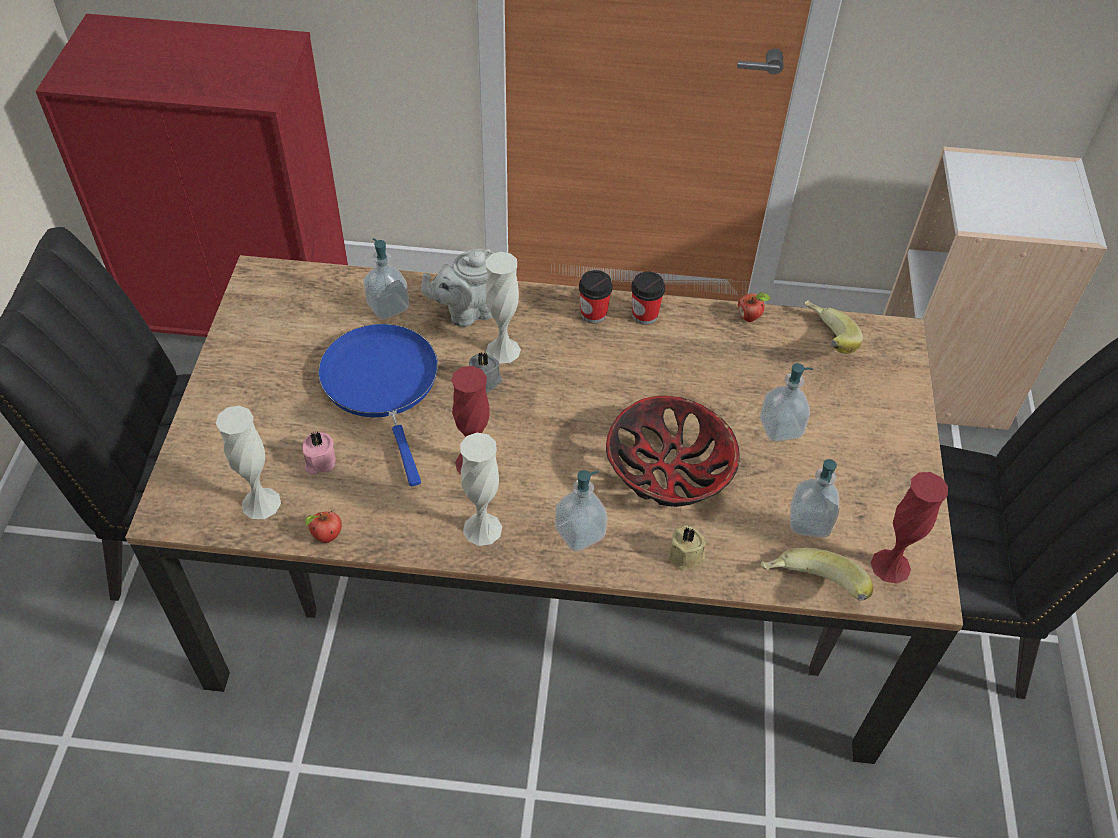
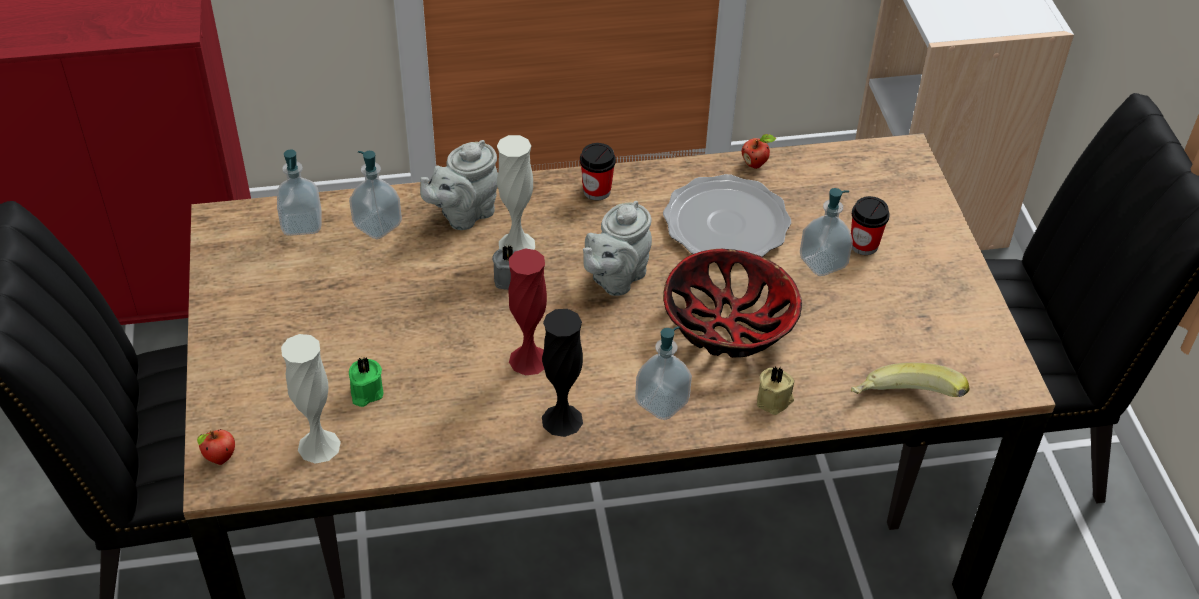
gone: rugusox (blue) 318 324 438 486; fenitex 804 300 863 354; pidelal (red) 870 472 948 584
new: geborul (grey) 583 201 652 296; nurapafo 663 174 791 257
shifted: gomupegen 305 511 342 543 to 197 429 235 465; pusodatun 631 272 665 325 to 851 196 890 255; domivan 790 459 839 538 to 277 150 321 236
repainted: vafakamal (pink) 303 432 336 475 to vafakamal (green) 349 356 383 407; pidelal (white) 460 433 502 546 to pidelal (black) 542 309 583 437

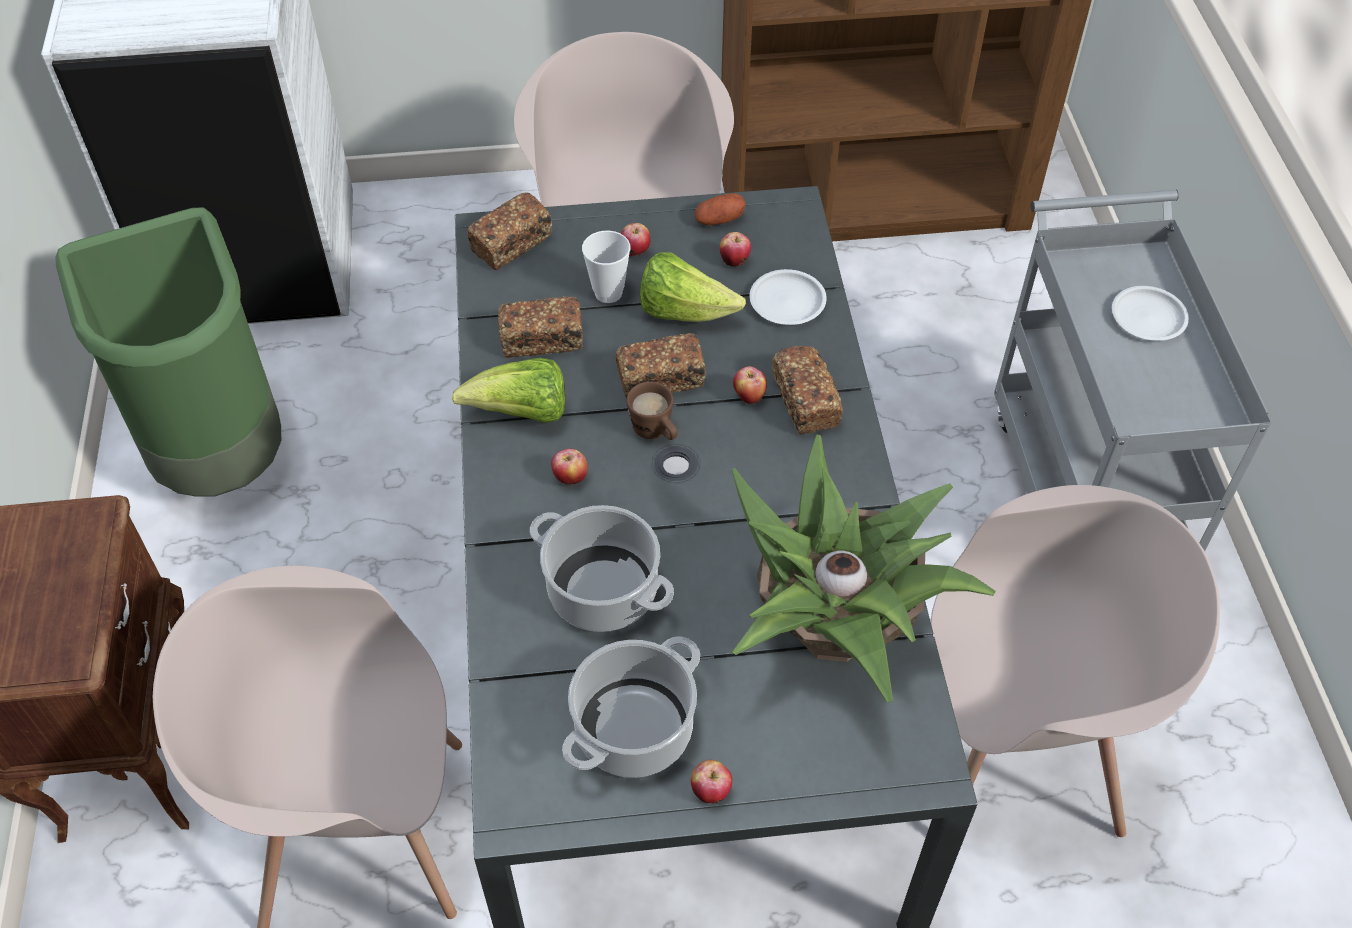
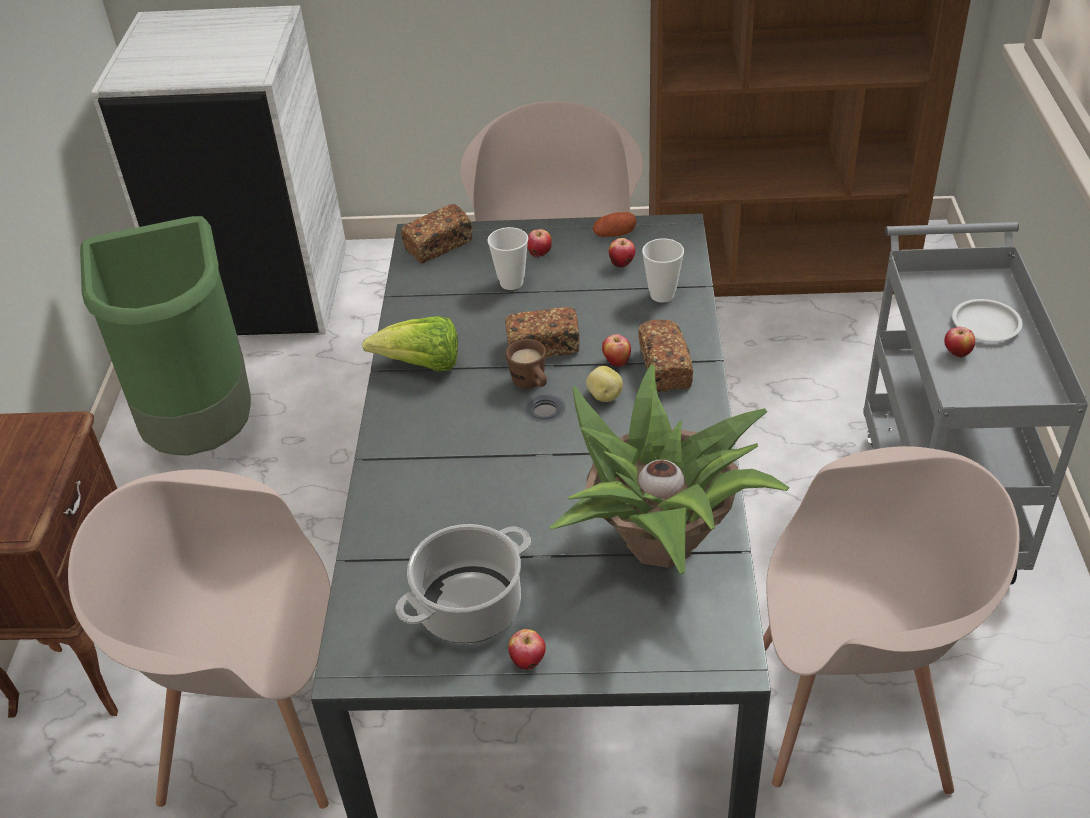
gone: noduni 498 297 583 358; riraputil 530 505 674 632; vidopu 640 252 746 322
new: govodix 586 366 623 402
shifted: gomupegen 551 448 588 484 to 944 327 975 358
swapped: nurapafo (white) 750 269 827 325 to pusodatun 642 238 684 303

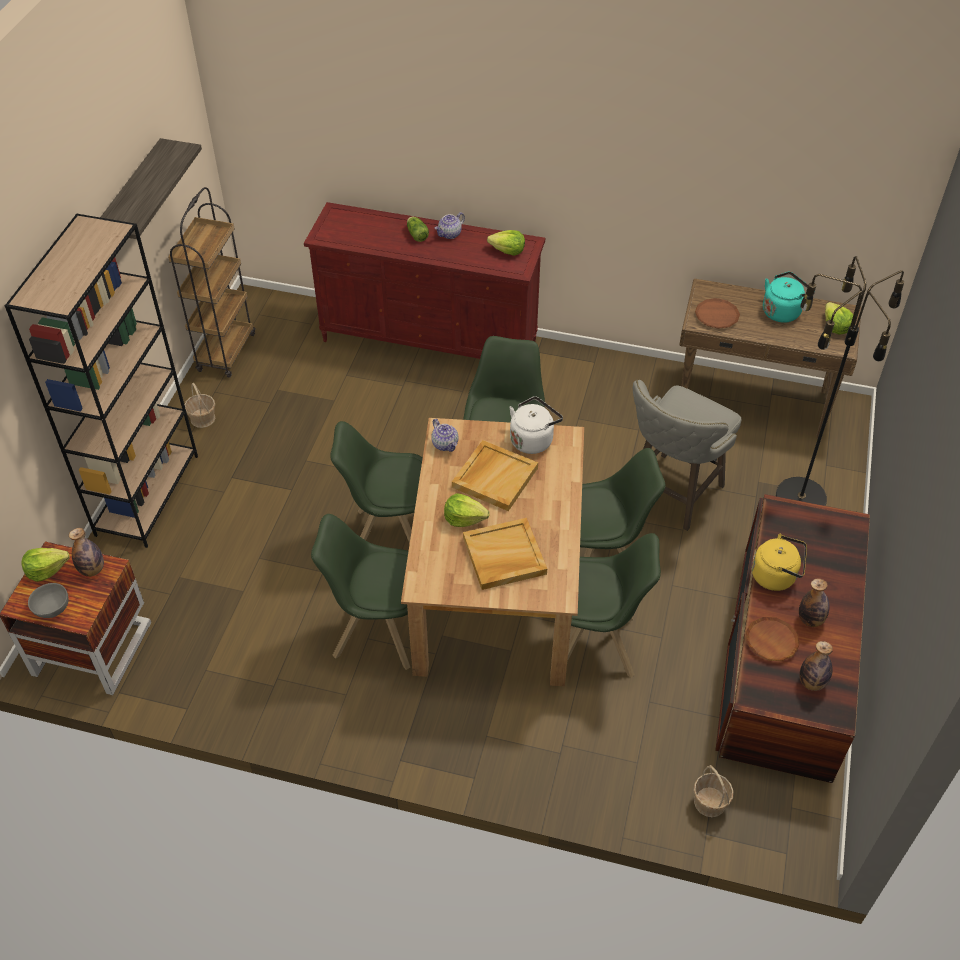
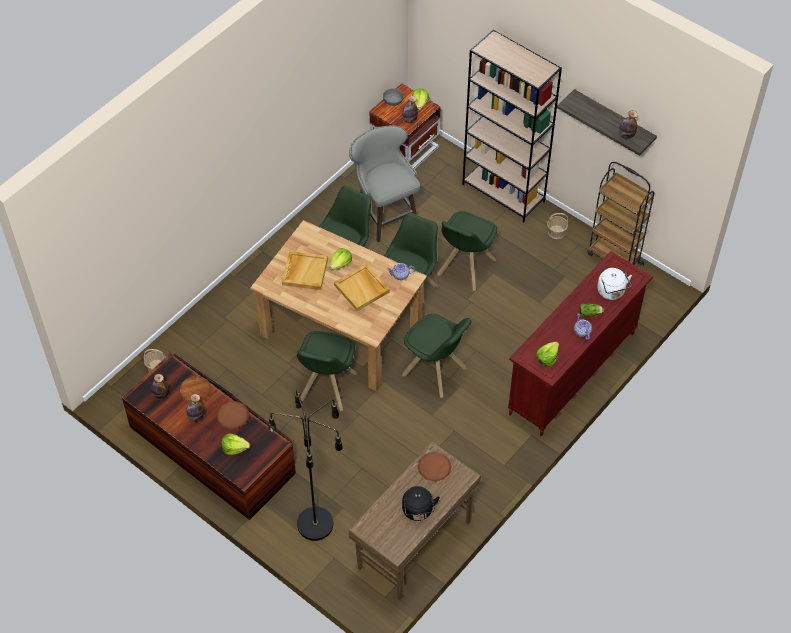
new: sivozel 619 110 638 139
shifted: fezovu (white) 509 396 563 454 to 597 268 632 300; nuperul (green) 567 533 661 678 to 437 211 497 291; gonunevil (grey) 633 380 741 531 to 349 125 420 242; vidopu 825 302 853 335 to 221 433 250 455
swapped: fezovu (yellow) 752 534 807 591 to nurapafo (brown) 217 401 249 429
repainted: fezovu (turquoise) 763 272 815 323 to fezovu (black) 402 486 440 521

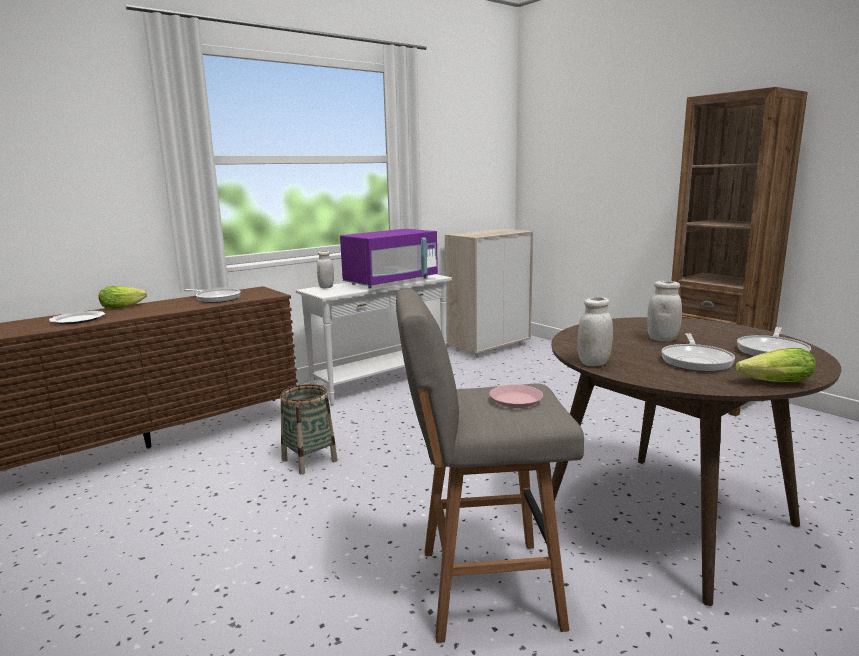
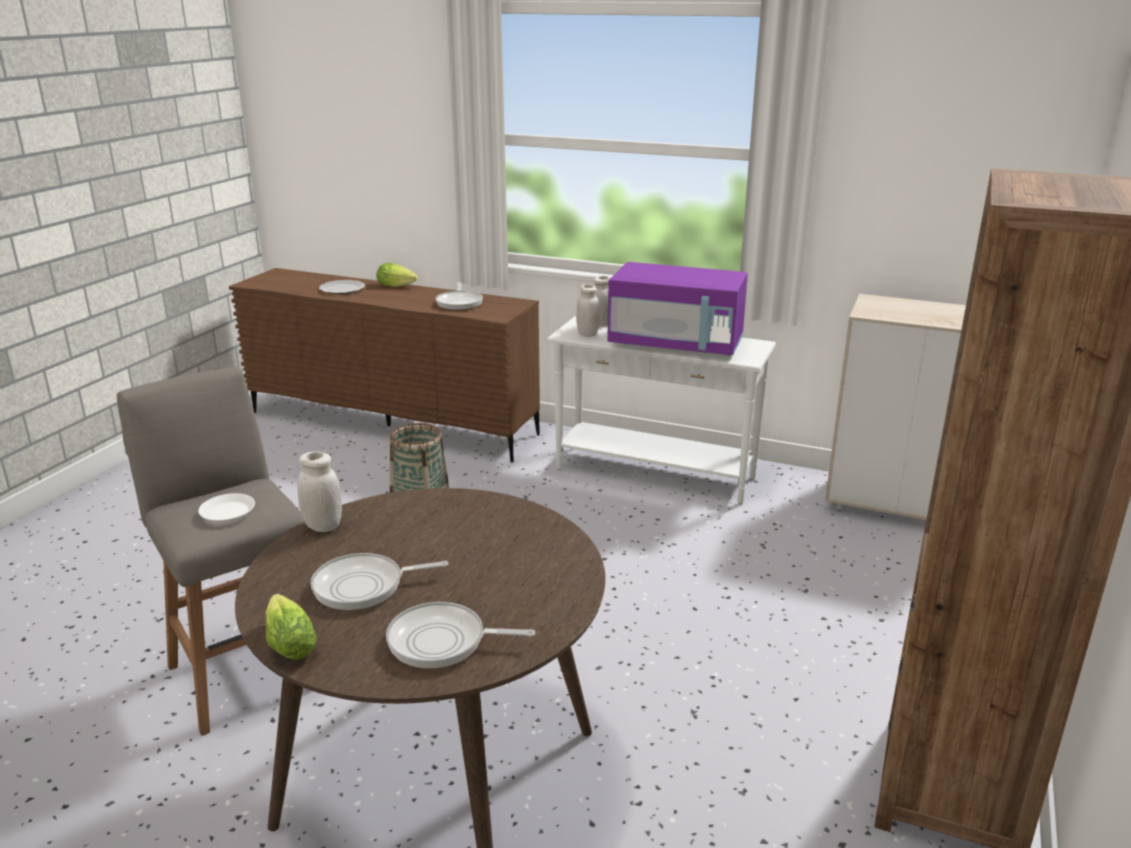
shifted: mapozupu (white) 647 281 682 341 to 576 284 600 337
repainted: nurapafo (pink) 489 384 543 408 to nurapafo (white) 198 493 255 523

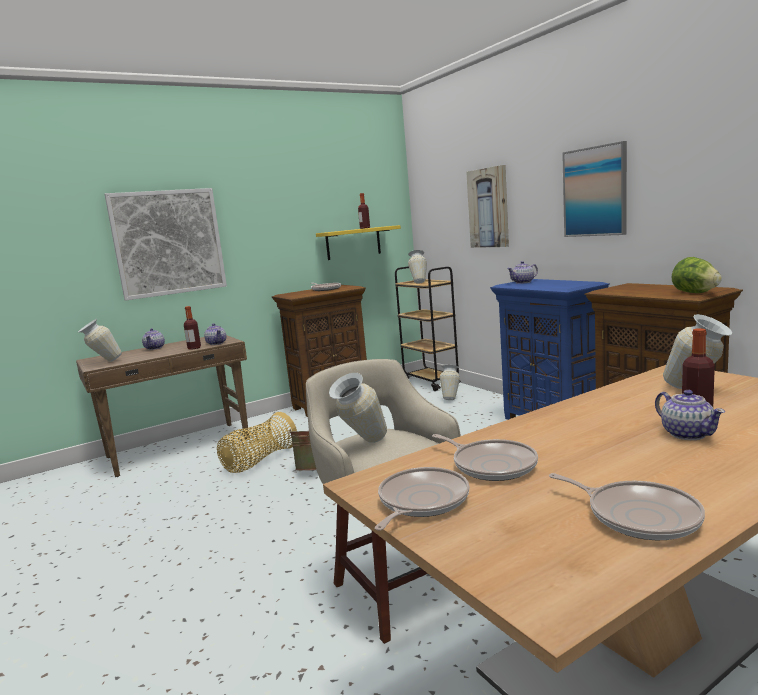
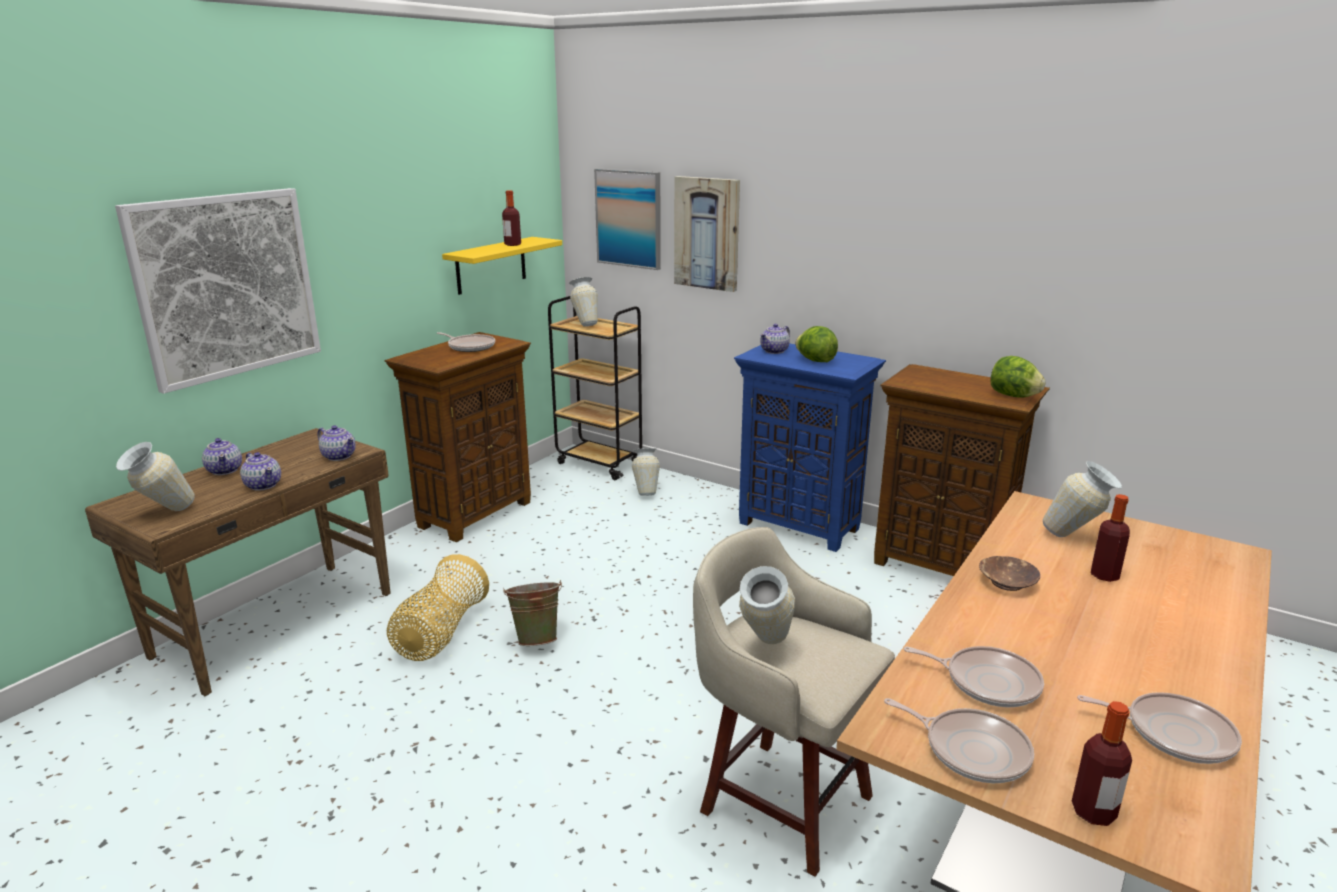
new: vidopu 795 326 838 362; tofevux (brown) 979 556 1040 591
shifted: sivozel 184 306 201 350 to 1072 701 1132 826; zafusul 562 141 627 237 to 594 169 661 270; geborul 655 390 725 440 to 240 452 281 491
rotated: rugusox 375 467 469 531 = 884 698 1034 783 120 degrees clockwise

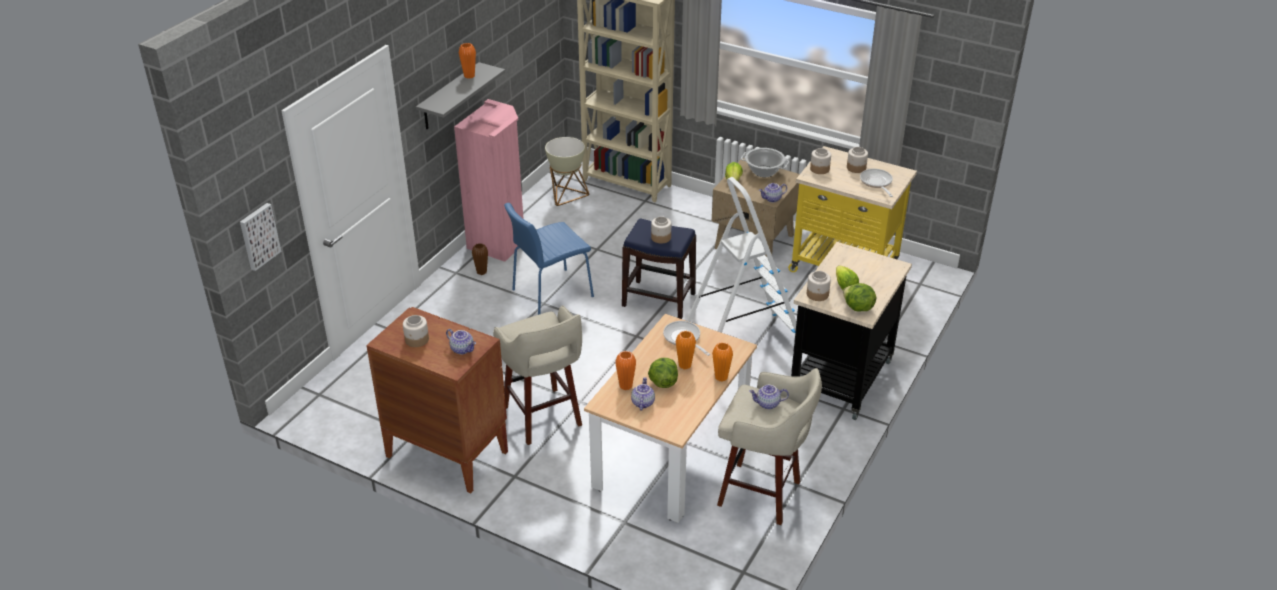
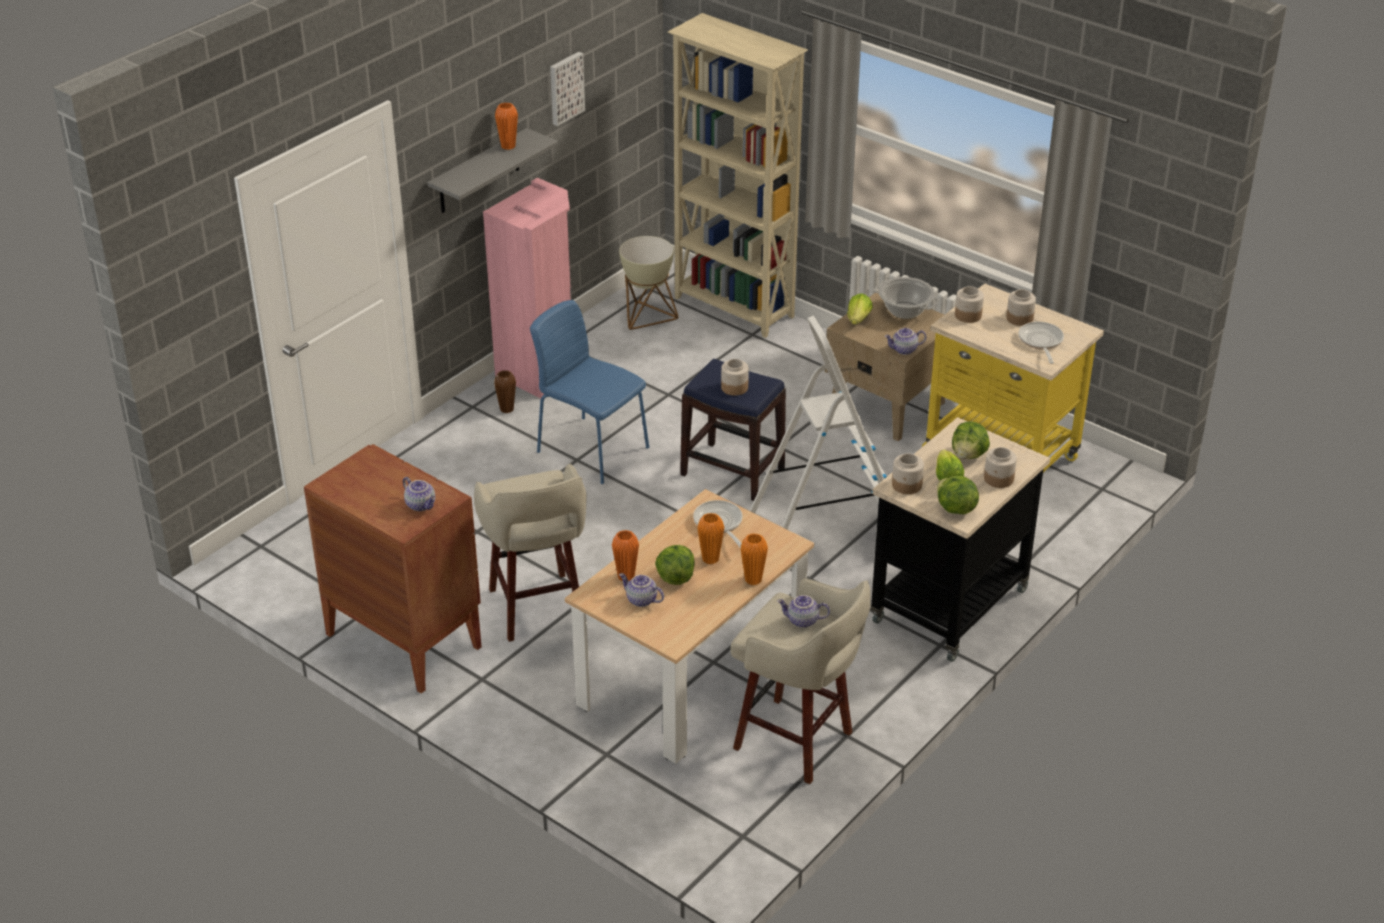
new: vidopu 952 421 990 459
shifted: zafusul 240 203 281 271 to 550 52 585 126; mapozupu 403 315 429 347 to 984 447 1017 488
rotated: nuperul (blue) 504 203 594 315 = 530 300 650 484 60 degrees clockwise; geborul 631 377 655 410 = 619 573 664 607 75 degrees counterclockwise

